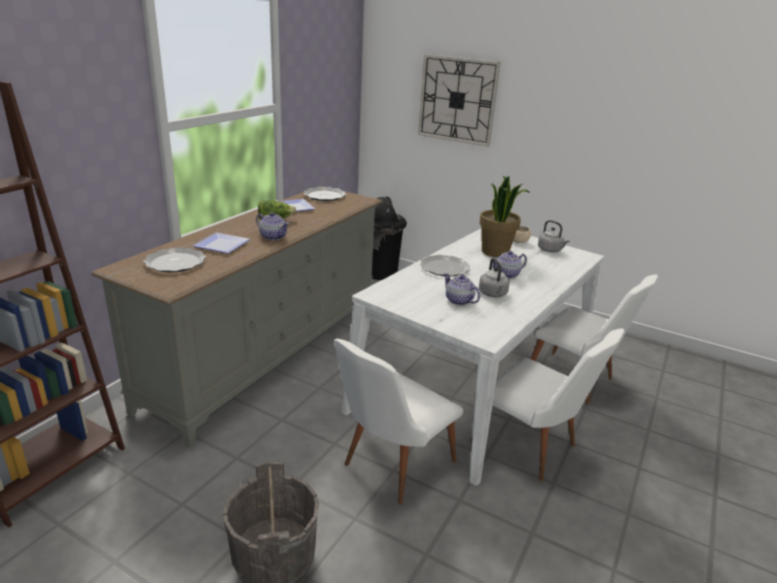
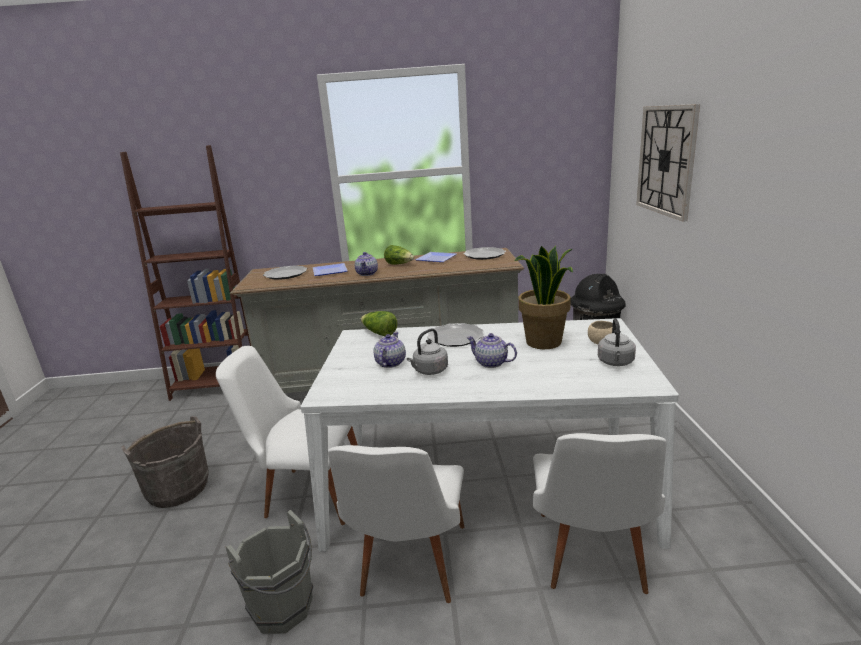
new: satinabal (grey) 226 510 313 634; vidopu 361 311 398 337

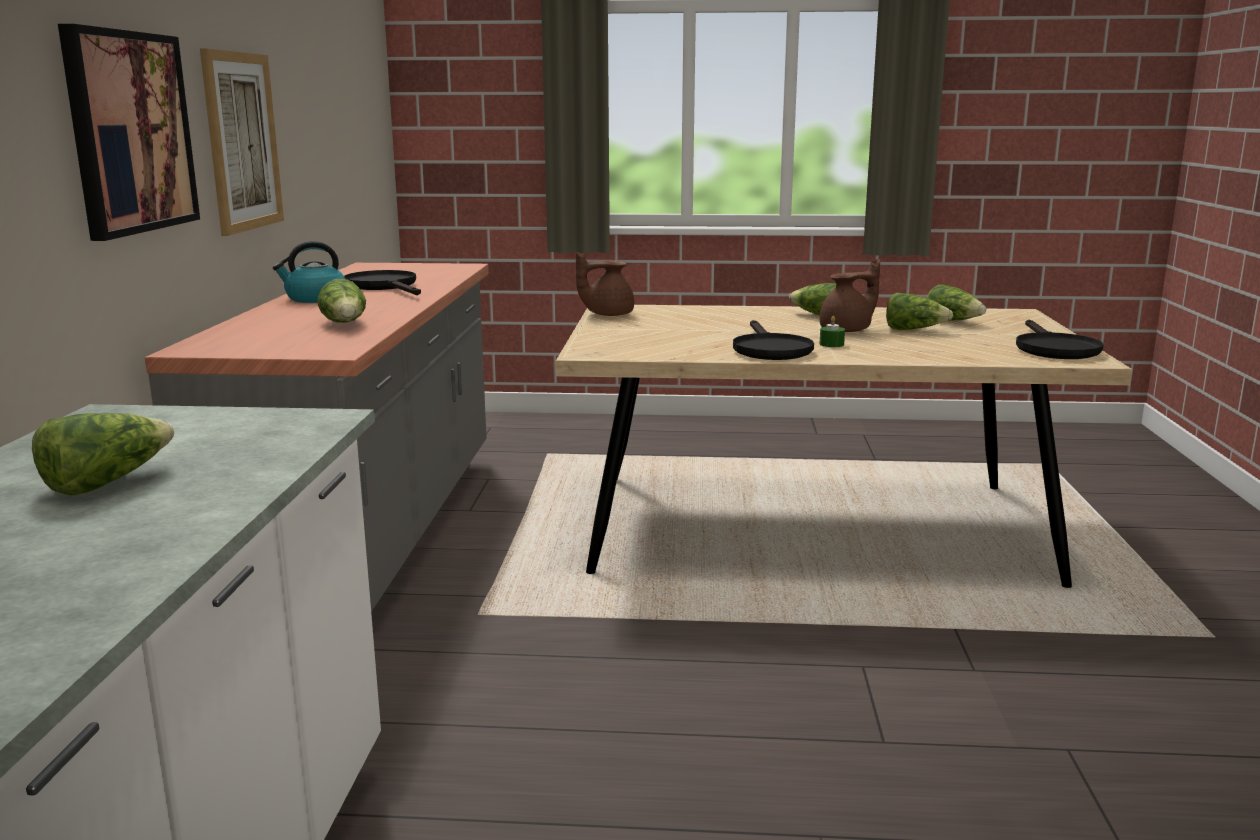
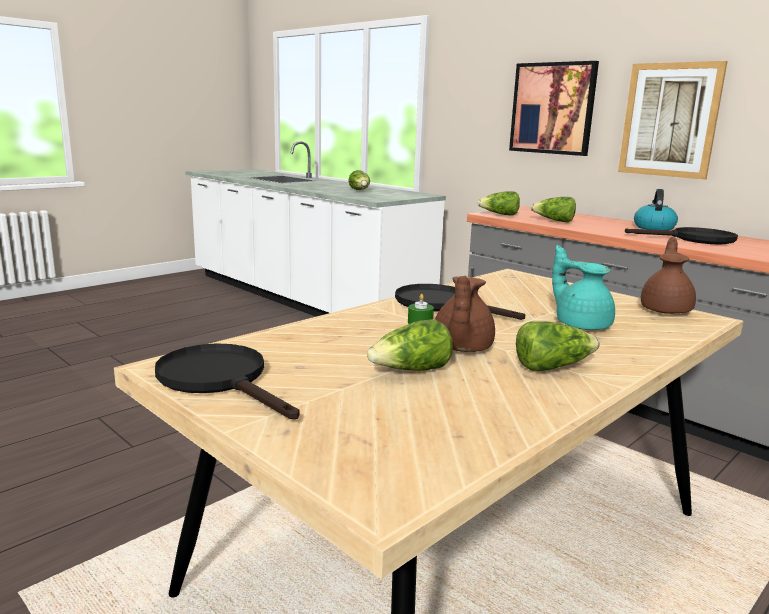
new: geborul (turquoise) 552 245 615 330
shifted: vidopu 927 284 986 321 to 477 191 520 216

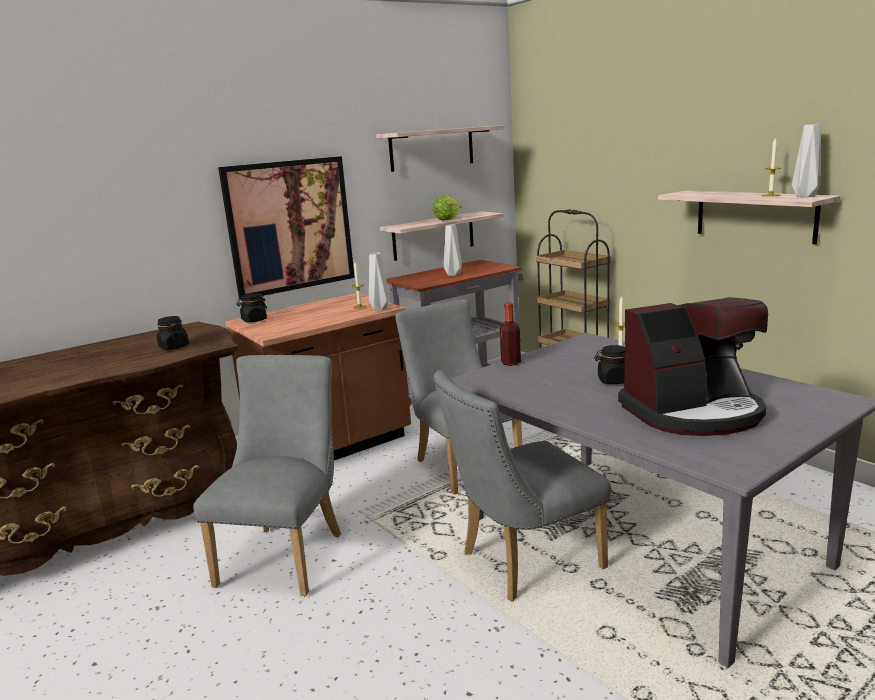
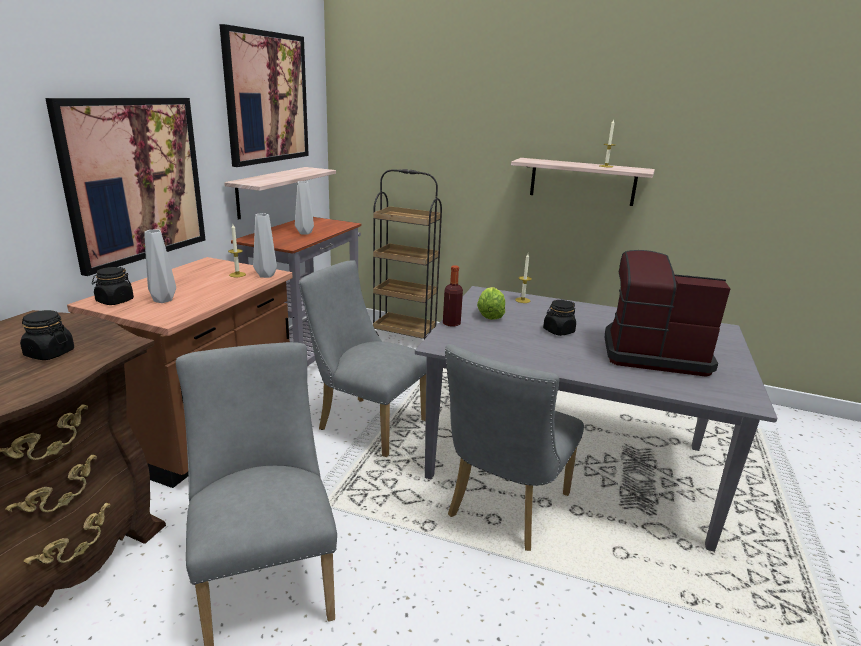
shifted: vidopu 433 196 461 220 to 477 287 505 320; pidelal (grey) 792 124 821 198 to 144 230 176 303
swapped: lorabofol 376 125 505 172 to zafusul 219 24 309 167
rotated: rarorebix 618 297 768 436 = 605 250 730 377 120 degrees counterclockwise

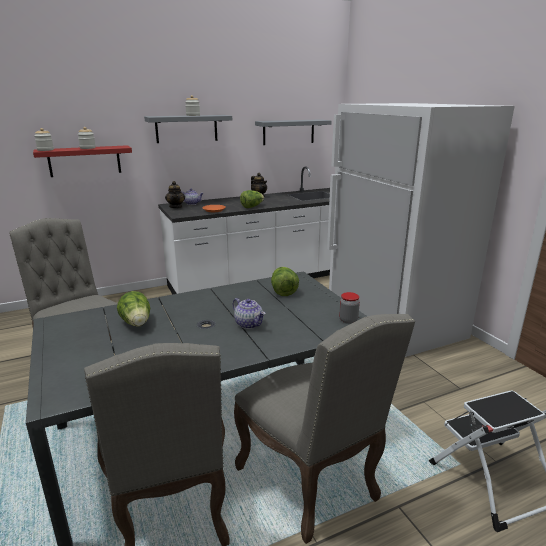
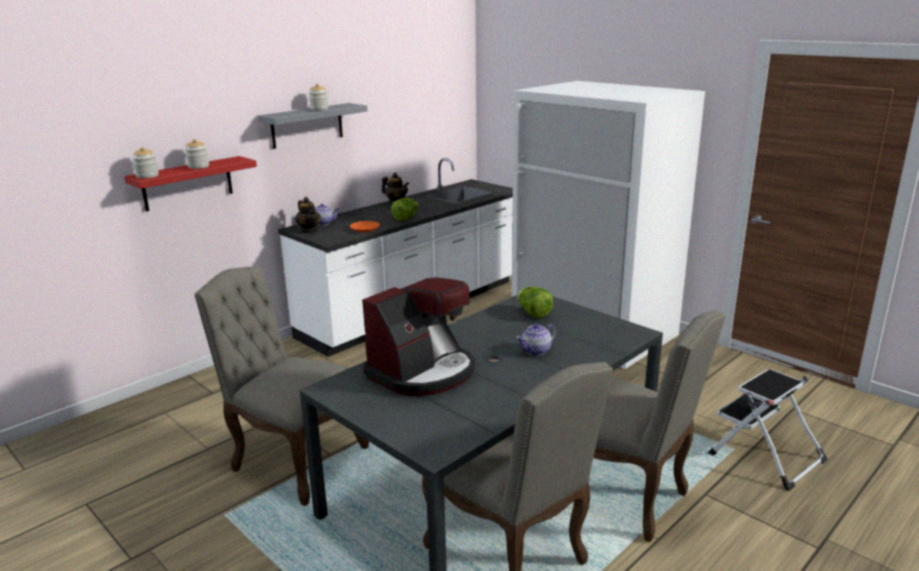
gone: lorabofol (grey) 255 119 331 145; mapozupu 339 292 360 324
swapped: vidopu 117 291 150 326 to rarorebix 362 277 475 396
rotated: geborul 233 298 265 329 = 516 324 556 355 120 degrees clockwise

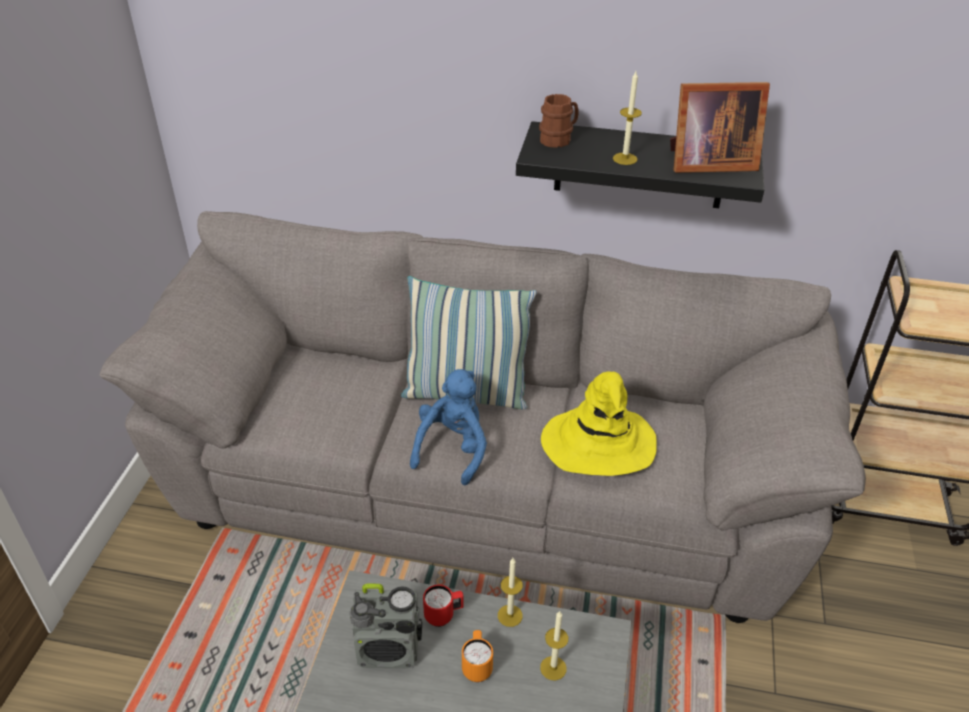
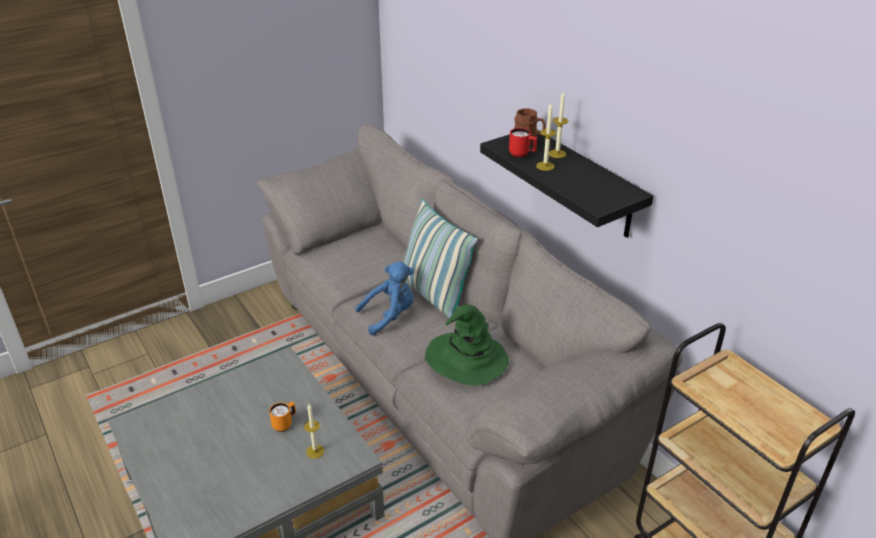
gone: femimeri 350 583 422 668; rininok 670 82 770 173
shifted: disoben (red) 423 585 463 627 to 509 128 537 158; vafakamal 498 558 523 627 to 549 91 568 158
repainted: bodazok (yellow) 541 372 657 476 to bodazok (green) 425 304 509 386

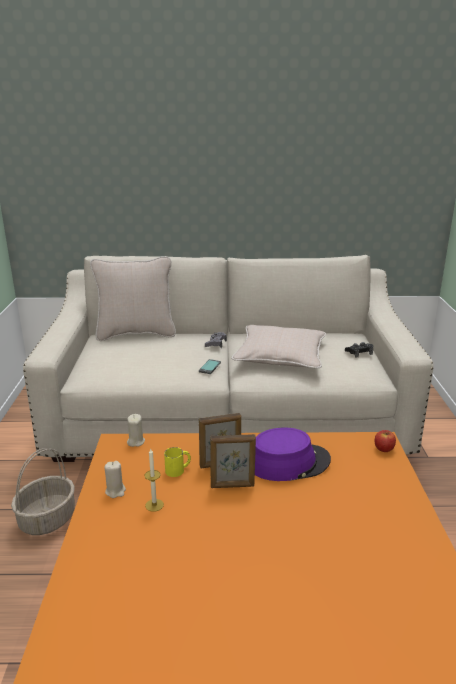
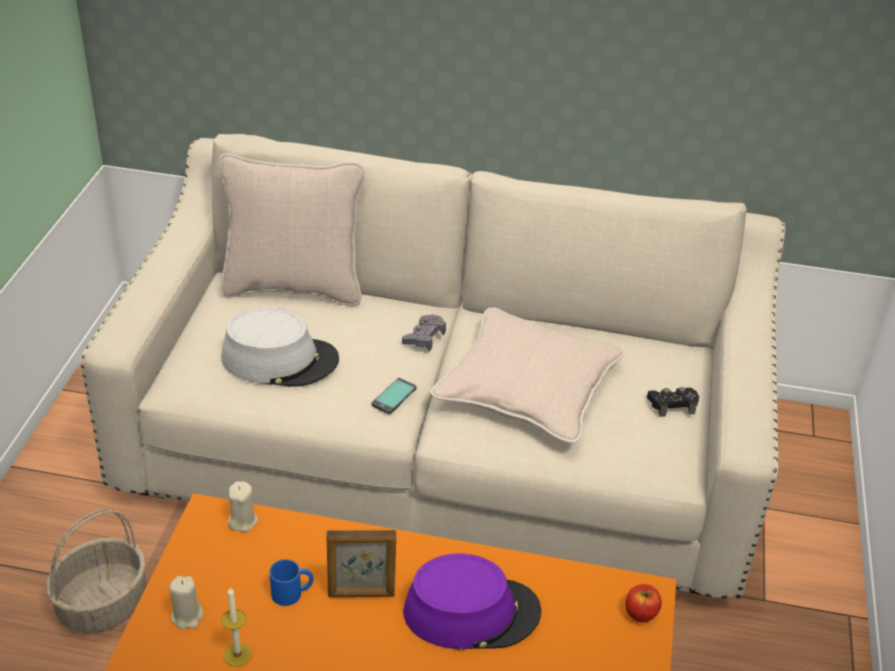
gone: rininok 210 434 256 488
new: bodazok (grey) 221 308 339 387
repainted: disoben (yellow) 164 447 191 477 to disoben (blue) 269 559 314 606

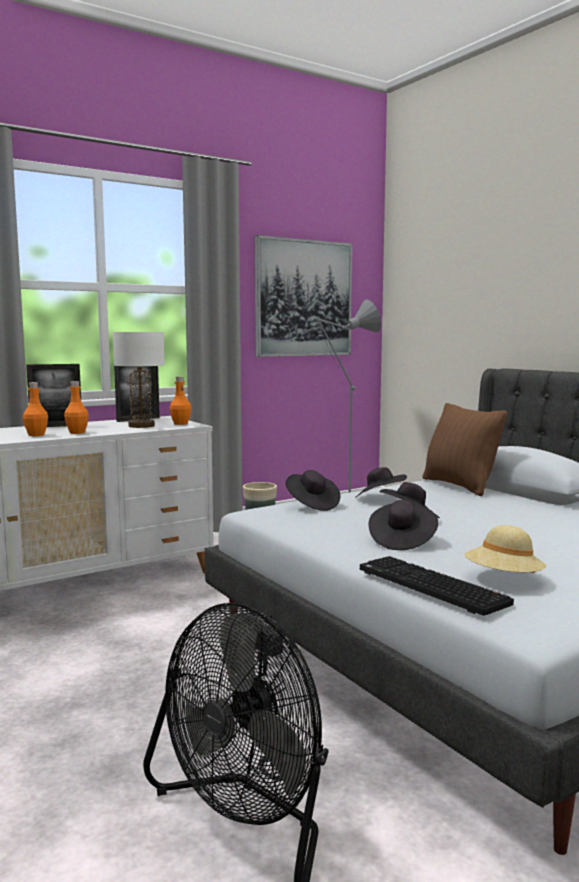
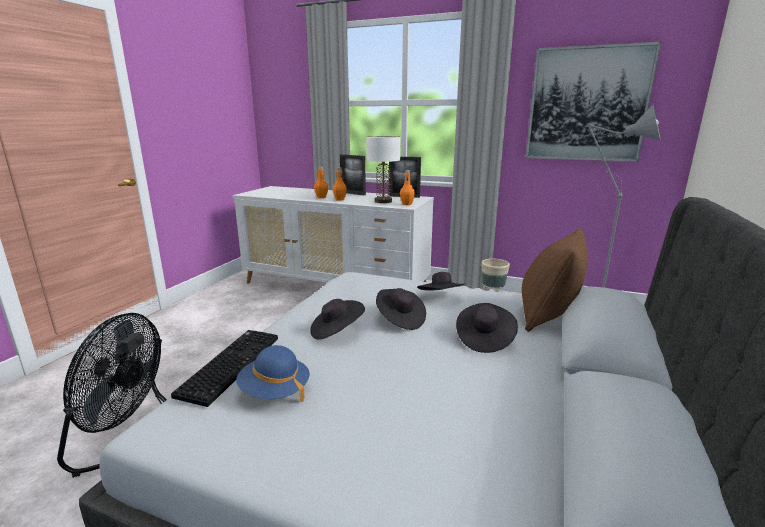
shifted: bodazok (black) 285 470 340 511 to 456 303 518 353
repainted: bodazok (beige) 464 525 546 573 to bodazok (blue) 236 345 310 402

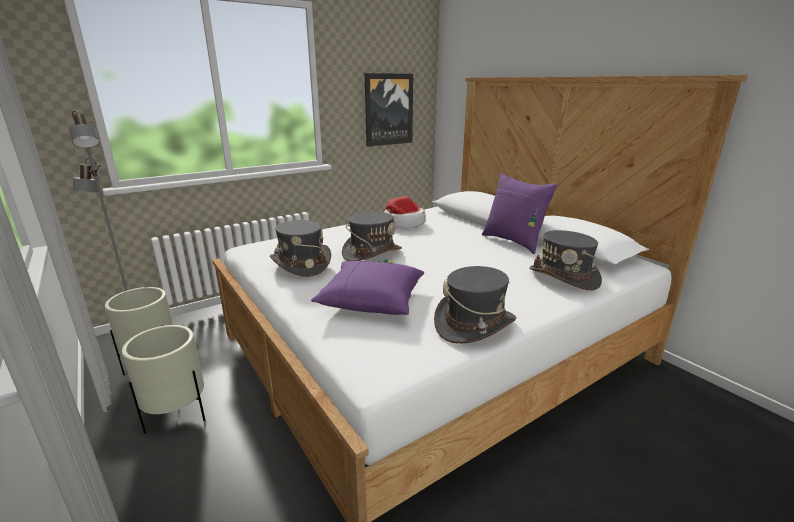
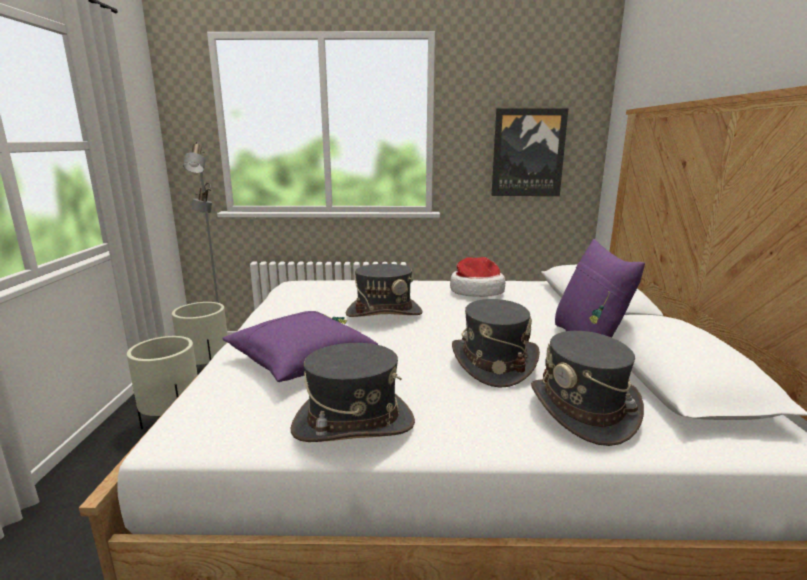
shifted: bodazok (grey) 270 220 331 277 to 452 299 540 388

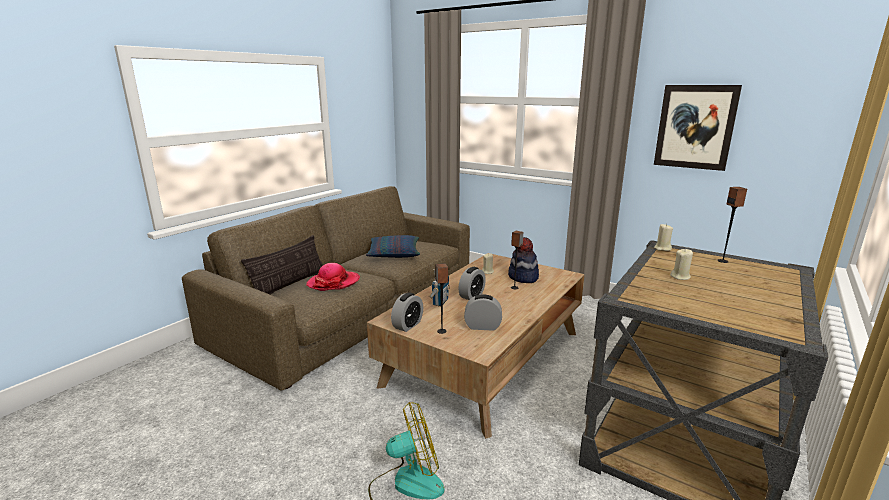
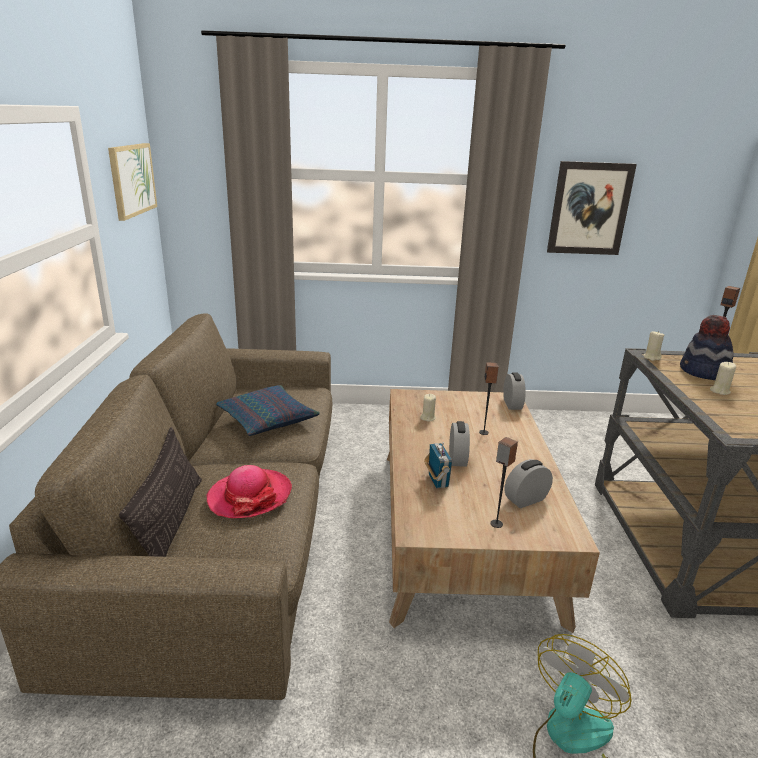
new: zafusul 108 143 157 221
shifted: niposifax 391 292 423 332 to 503 372 526 410; bodazok 508 237 539 283 to 680 315 734 380

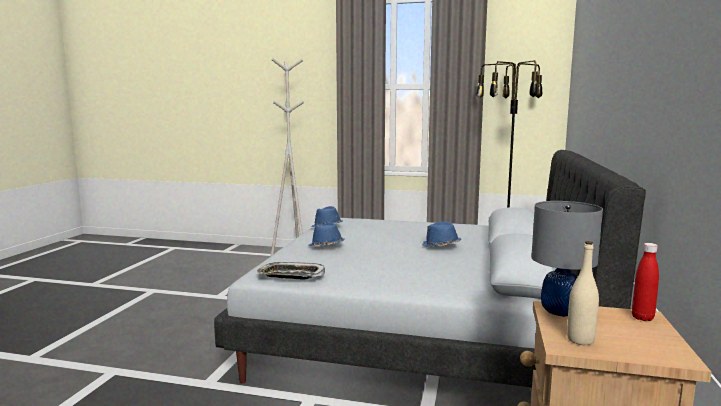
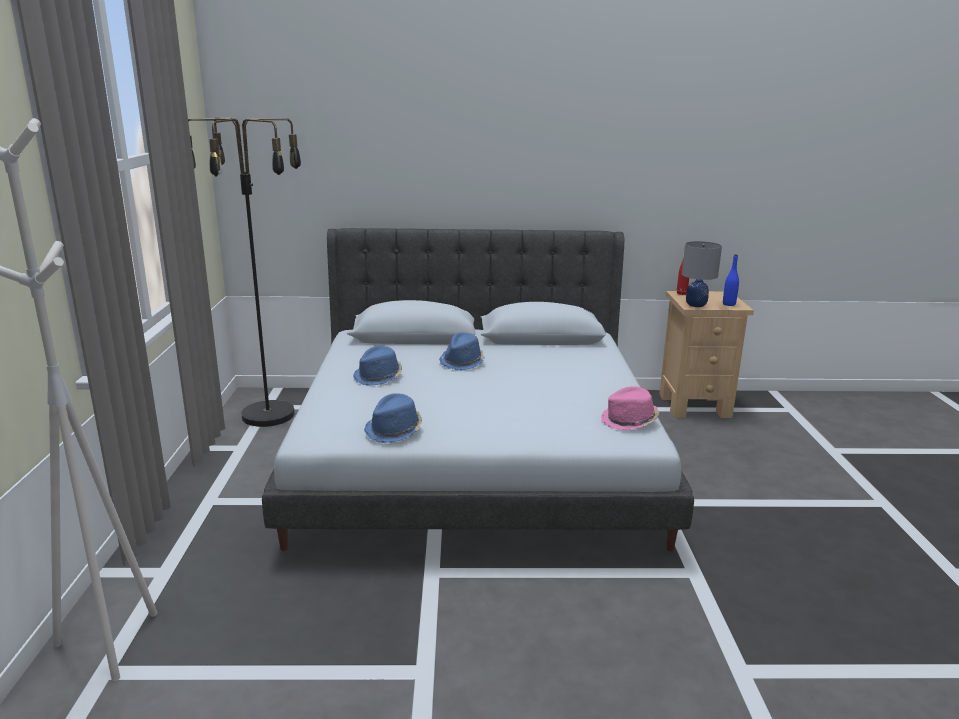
shifted: bodazok (blue) 308 222 345 246 to 353 346 402 386
swapped: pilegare 256 262 325 280 to bodazok (pink) 601 386 659 430
repainted: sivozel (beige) 567 241 599 345 to sivozel (blue) 723 254 739 306

